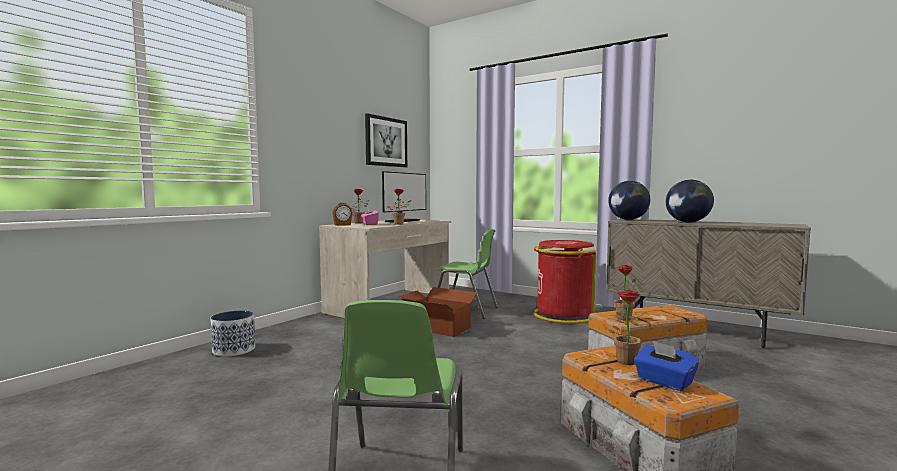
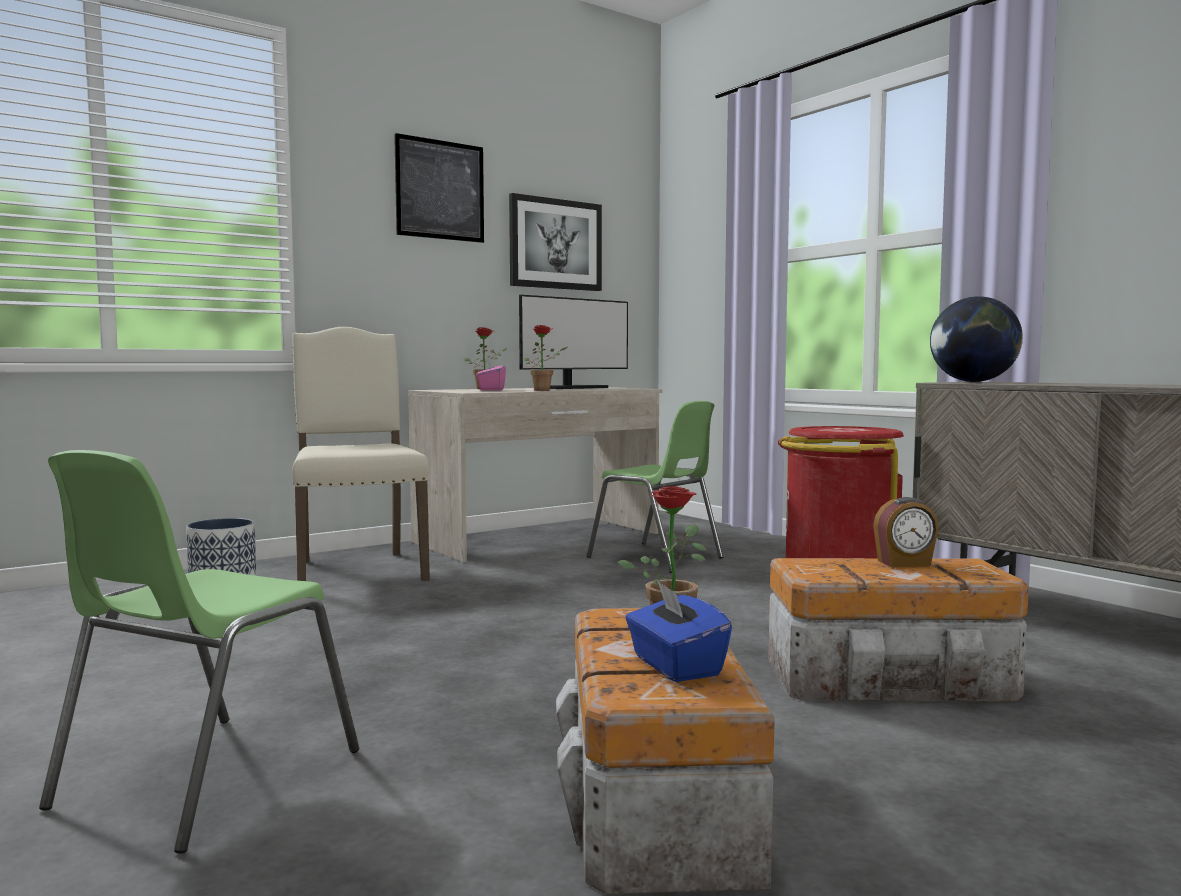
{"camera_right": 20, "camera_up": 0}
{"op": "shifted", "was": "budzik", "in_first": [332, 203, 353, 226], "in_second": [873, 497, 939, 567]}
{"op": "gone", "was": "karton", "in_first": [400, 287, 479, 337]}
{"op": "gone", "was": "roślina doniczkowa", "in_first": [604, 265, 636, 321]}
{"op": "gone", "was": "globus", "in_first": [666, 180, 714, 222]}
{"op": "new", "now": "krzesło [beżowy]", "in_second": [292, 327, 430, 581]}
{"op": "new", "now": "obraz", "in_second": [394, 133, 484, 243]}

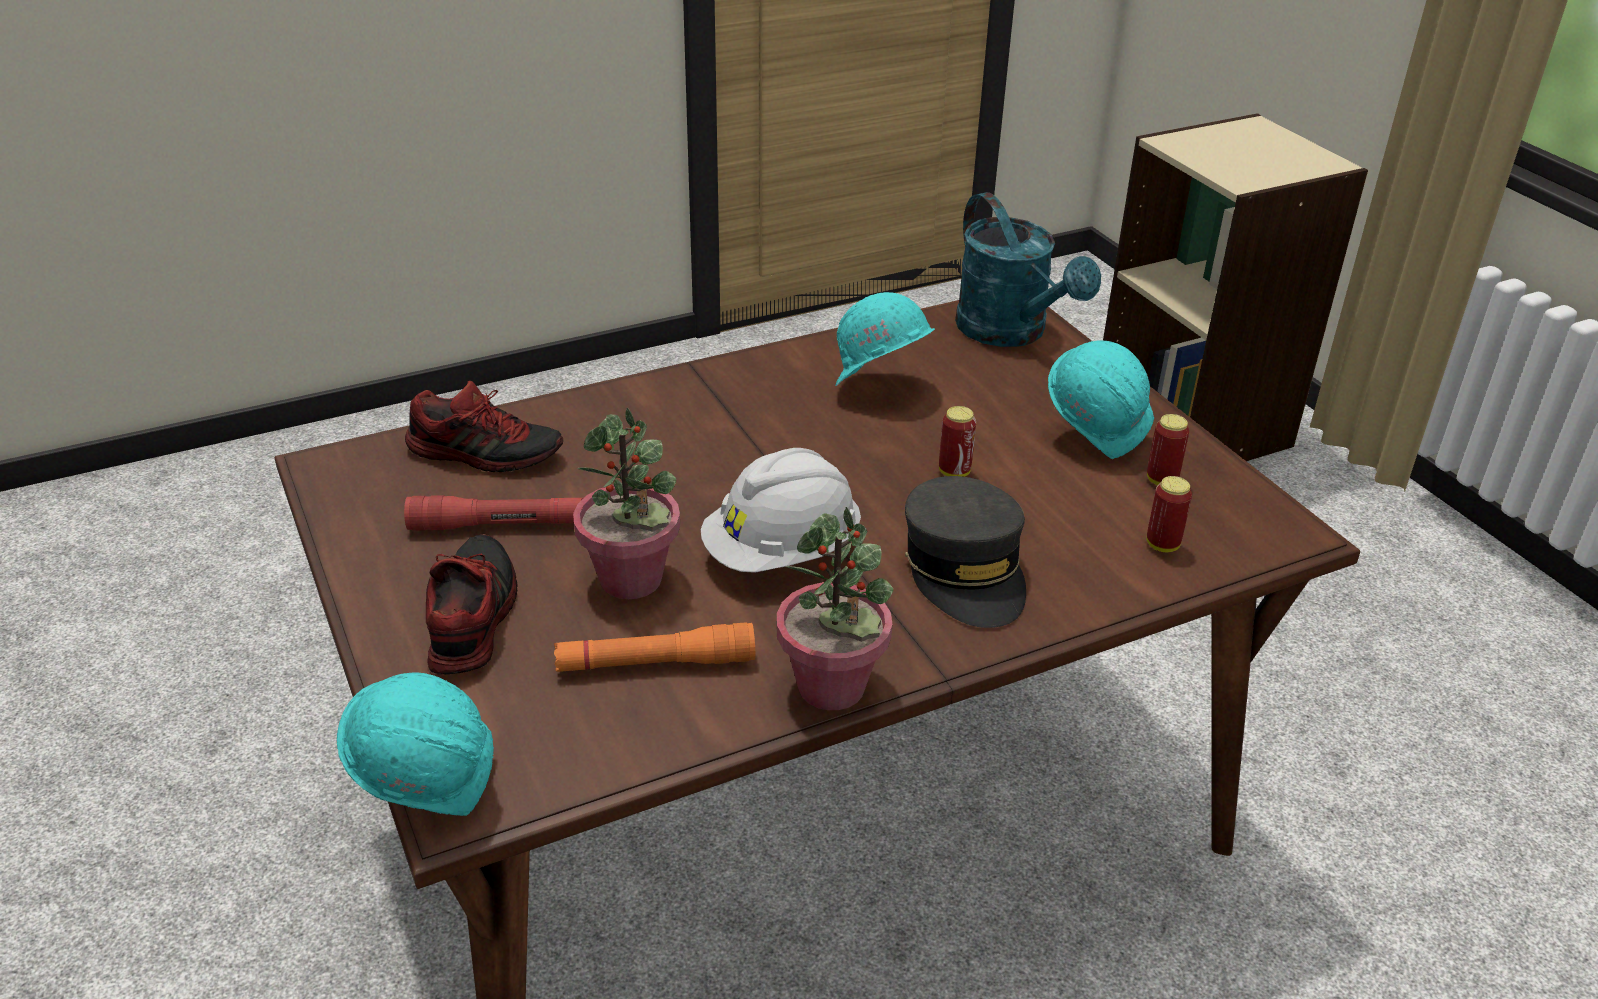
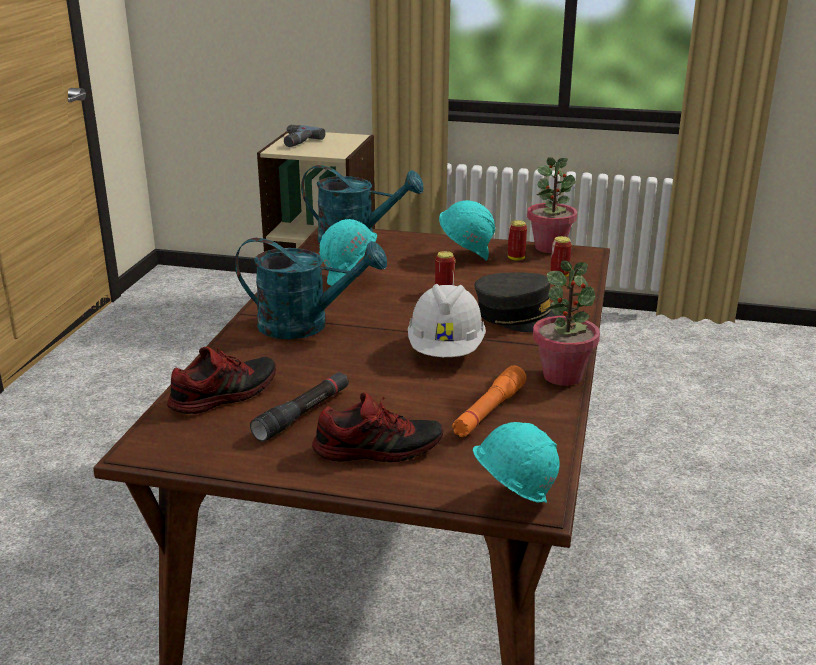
{"camera_right": -50, "camera_up": -10}
{"op": "repainted", "was": "latarka [czerwony]", "now": "latarka [czarny]", "in_first": [404, 495, 583, 531], "in_second": [250, 372, 349, 442]}
{"op": "rotated", "was": "but", "in_first": [426, 534, 518, 674], "in_second": [312, 393, 443, 462], "clockwise": 135}
{"op": "shifted", "was": "roślina doniczkowa", "in_first": [573, 408, 680, 599], "in_second": [527, 157, 577, 253]}
{"op": "new", "now": "konewka [turkusowy]", "in_second": [235, 238, 387, 339]}
{"op": "new", "now": "wiertarka", "in_second": [284, 125, 325, 147]}

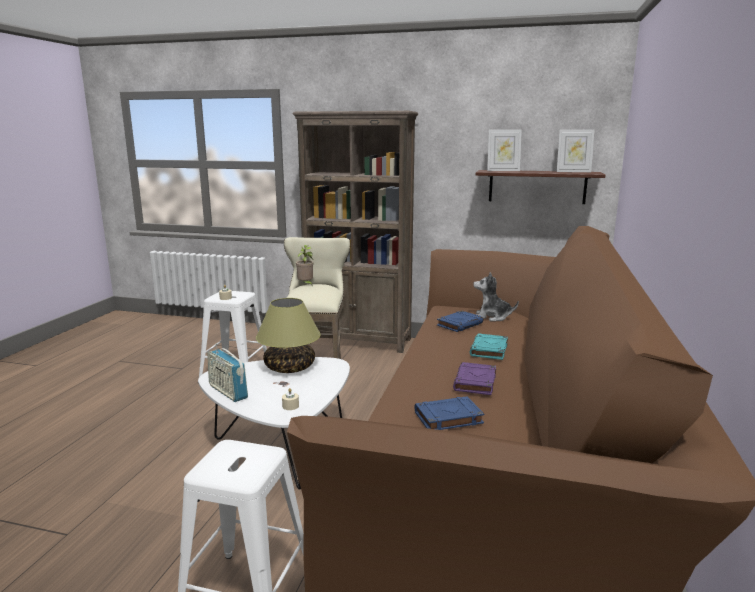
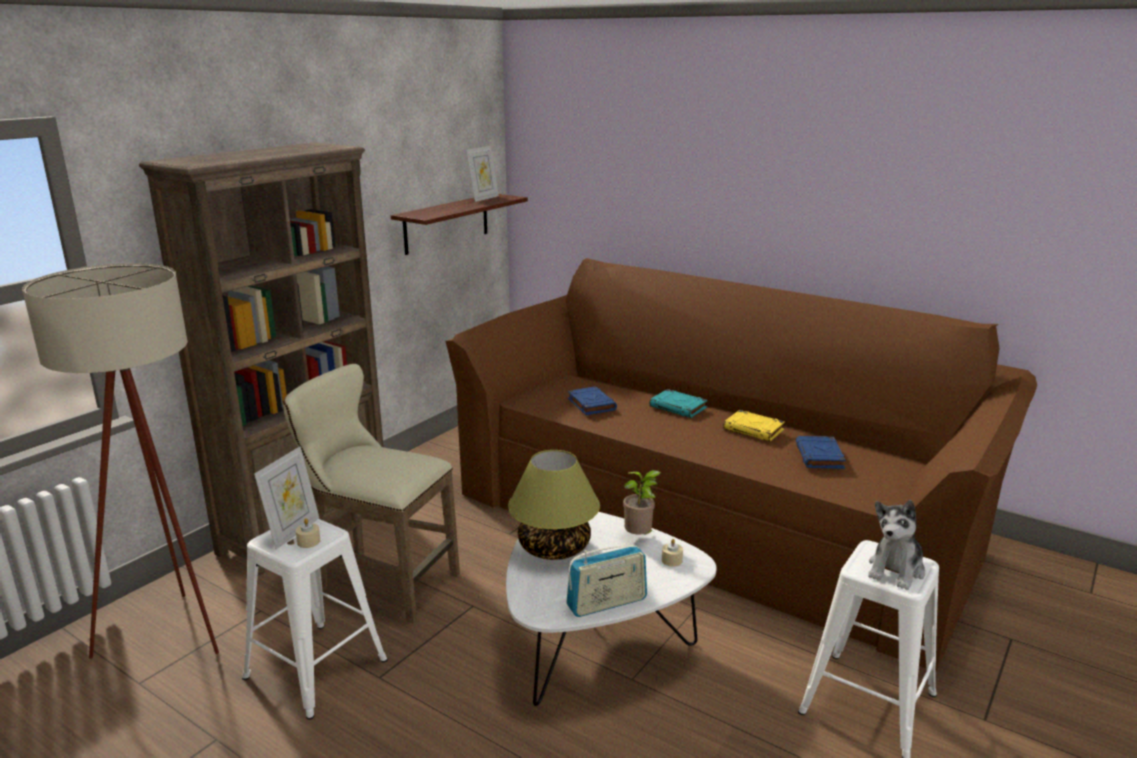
{"camera_right": -70, "camera_up": 5}
{"op": "shifted", "was": "roślina doniczkowa", "in_first": [296, 245, 314, 285], "in_second": [623, 470, 661, 535]}
{"op": "repainted", "was": "książka [fioletowy]", "now": "książka [żółty]", "in_first": [453, 362, 496, 395], "in_second": [723, 410, 785, 441]}
{"op": "shifted", "was": "pluszak", "in_first": [473, 272, 519, 321], "in_second": [868, 500, 925, 590]}
{"op": "shifted", "was": "ramka na zdjęcie", "in_first": [487, 129, 522, 171], "in_second": [254, 446, 319, 549]}
{"op": "new", "now": "lampa stojąca [beżowy]", "in_second": [22, 263, 219, 659]}

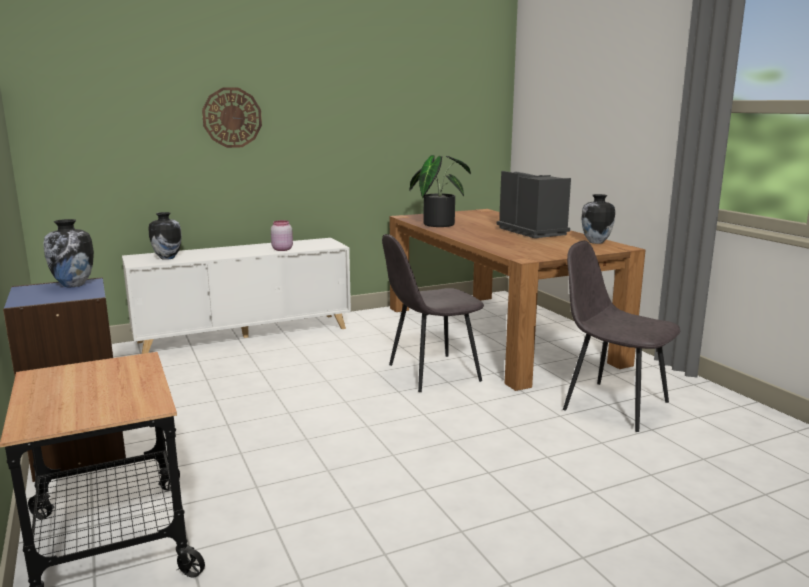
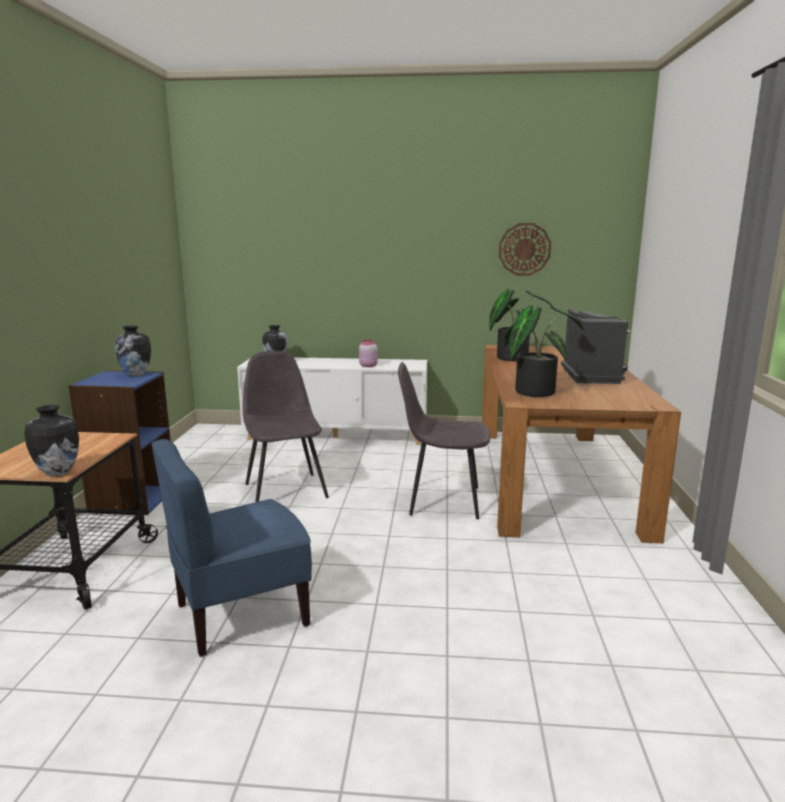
{"camera_right": 30, "camera_up": 0}
{"op": "shifted", "was": "zegar ścienny", "in_first": [202, 87, 262, 148], "in_second": [499, 223, 551, 276]}
{"op": "shifted", "was": "krzesło [szary]", "in_first": [563, 241, 680, 432], "in_second": [243, 351, 329, 502]}
{"op": "shifted", "was": "wazon", "in_first": [581, 194, 615, 244], "in_second": [24, 405, 79, 477]}
{"op": "new", "now": "krzesło [niebieski]", "in_second": [152, 439, 312, 657]}
{"op": "new", "now": "roślina doniczkowa", "in_second": [505, 306, 584, 397]}

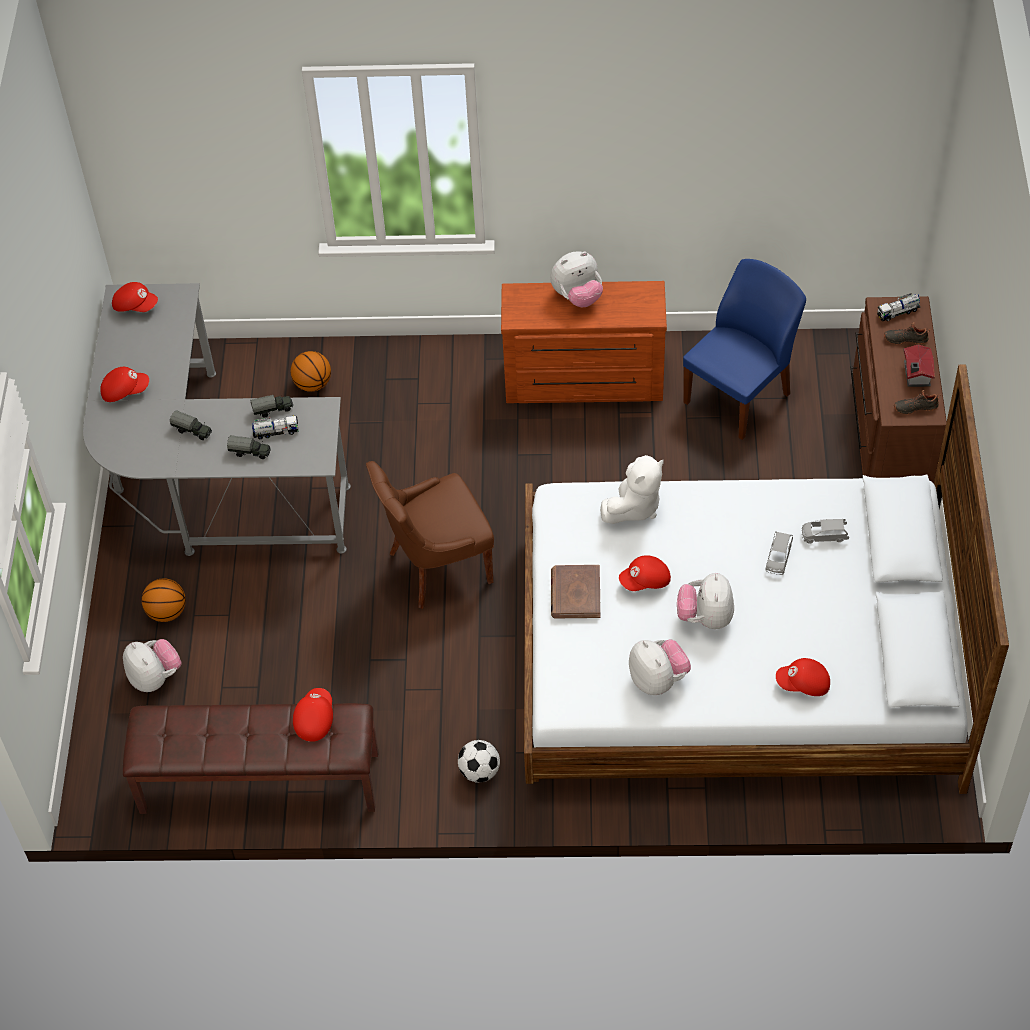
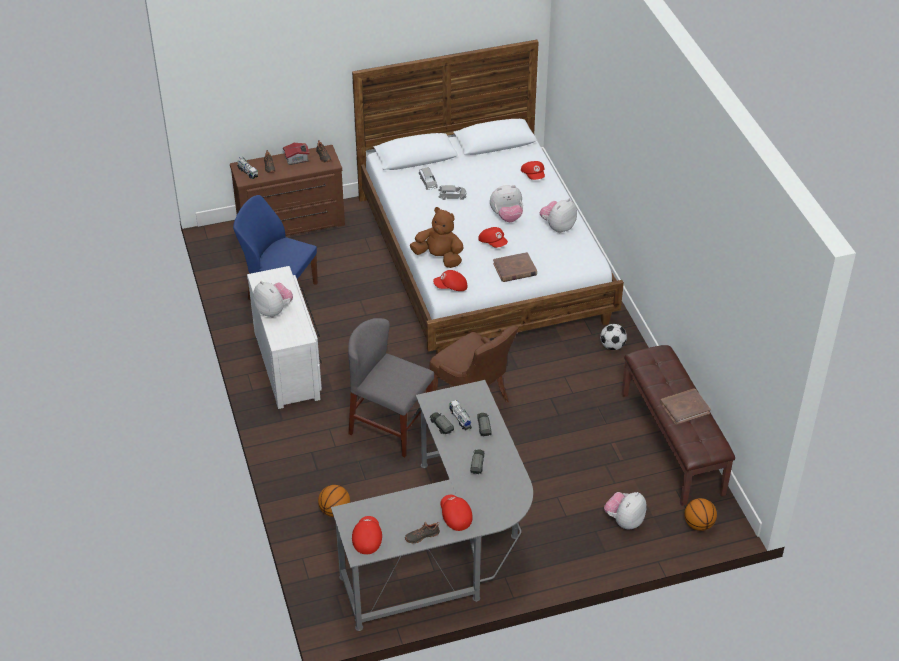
{"camera_right": -110, "camera_up": -10}
{"op": "shifted", "was": "piłka do koszykówki", "in_first": [142, 578, 186, 622], "in_second": [684, 498, 717, 531]}
{"op": "shifted", "was": "czapka z daszkiem [czerwony]", "in_first": [293, 688, 333, 742], "in_second": [433, 270, 467, 291]}
{"op": "repainted", "was": "komoda [brązowy]", "now": "komoda [biały]", "in_first": [501, 281, 667, 403], "in_second": [247, 266, 322, 409]}
{"op": "repainted", "was": "pluszak [biały]", "now": "pluszak [brązowy]", "in_first": [600, 455, 664, 524], "in_second": [410, 207, 464, 268]}
{"op": "new", "now": "krzesło [szary]", "in_second": [348, 318, 434, 457]}
{"op": "new", "now": "but [czarny]", "in_second": [405, 521, 440, 544]}
{"op": "new", "now": "książka [brązowy]", "in_second": [660, 388, 711, 425]}

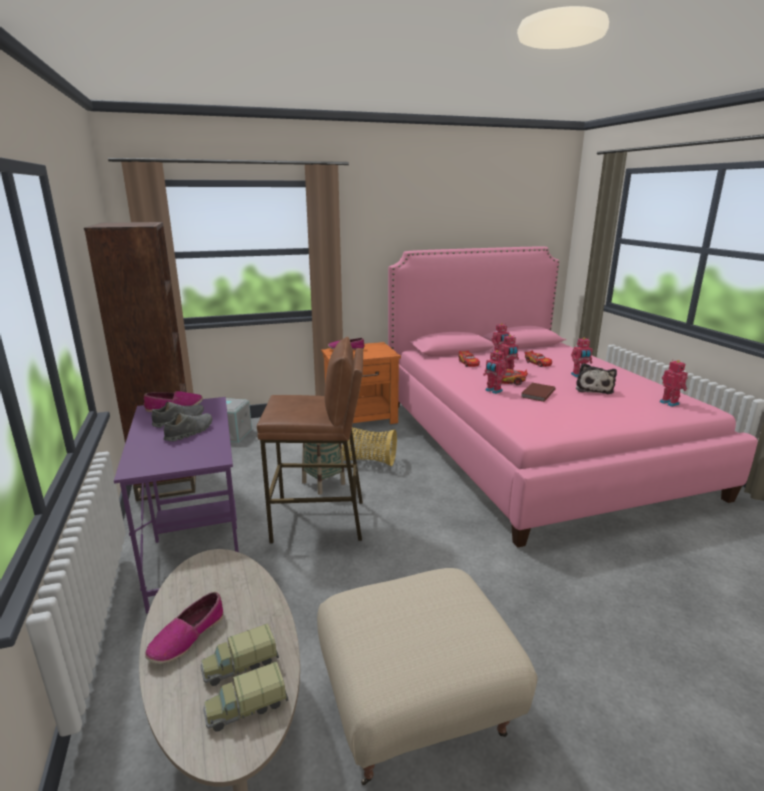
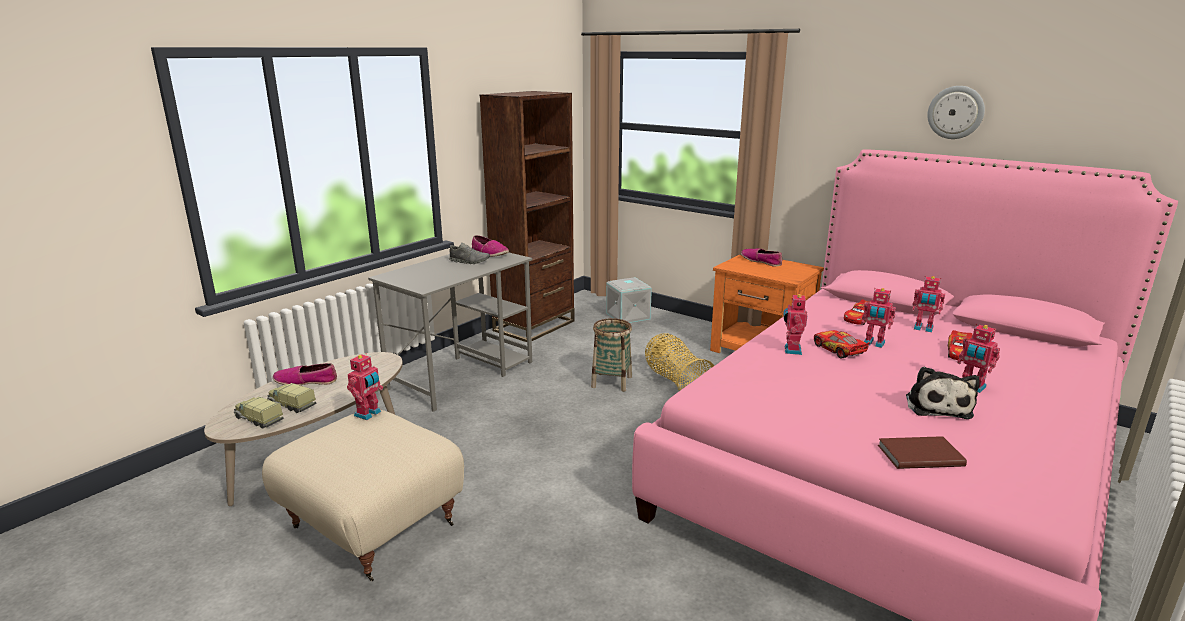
{"camera_right": 55, "camera_up": 0}
{"op": "repainted", "was": "biurko [fioletowy]", "now": "biurko [szary]", "in_first": [114, 397, 239, 614], "in_second": [368, 252, 532, 412]}
{"op": "gone", "was": "but [szary]", "in_first": [164, 413, 212, 441]}
{"op": "gone", "was": "stołek [brązowy]", "in_first": [257, 337, 363, 543]}
{"op": "shifted", "was": "książka [brązowy]", "in_first": [521, 383, 556, 402], "in_second": [878, 436, 967, 469]}
{"op": "rotated", "was": "pluszak", "in_first": [576, 363, 617, 394], "in_second": [906, 367, 980, 419], "clockwise": -60}
{"op": "shifted", "was": "robot zabawkowy", "in_first": [660, 360, 688, 407], "in_second": [347, 353, 383, 420]}
{"op": "new", "now": "zegar ścienny", "in_second": [927, 86, 985, 139]}

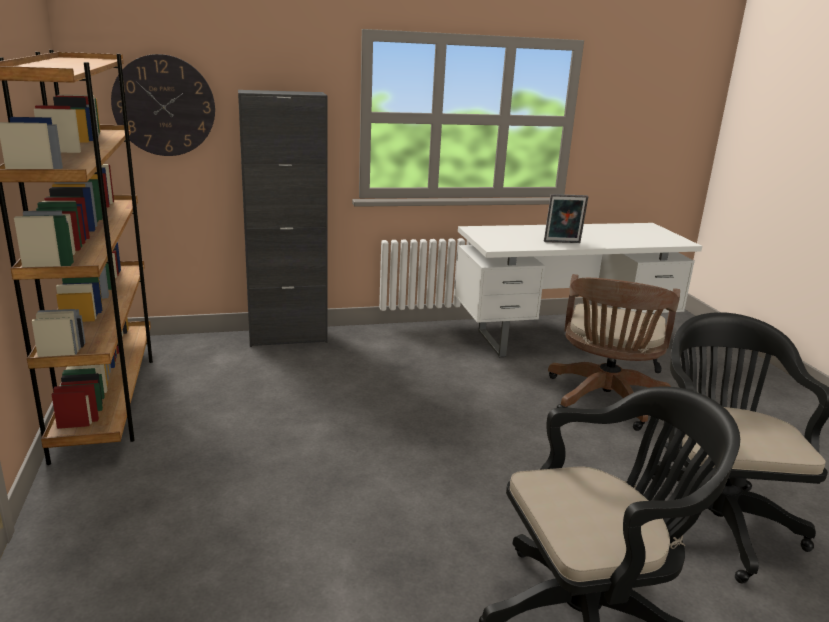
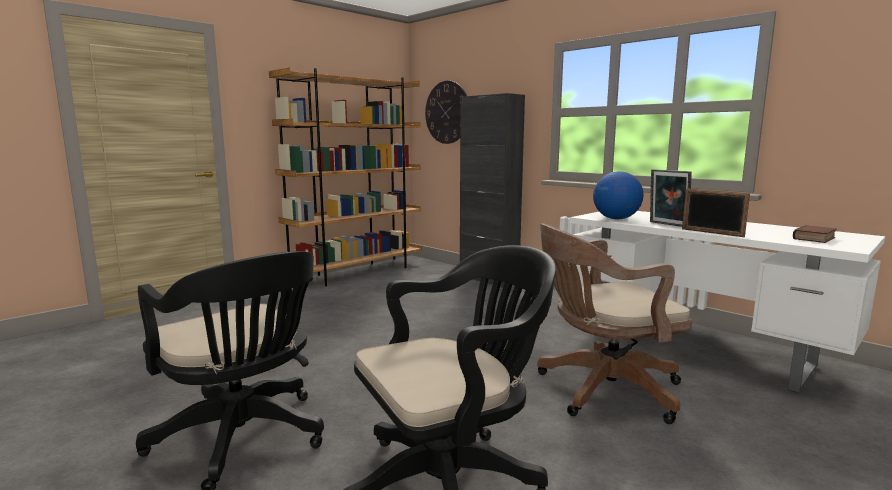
{"camera_right": 60, "camera_up": -10}
{"op": "new", "now": "globus", "in_second": [593, 171, 643, 219]}
{"op": "new", "now": "ramka na zdjęcie", "in_second": [682, 188, 750, 237]}
{"op": "new", "now": "książka", "in_second": [793, 225, 837, 243]}

